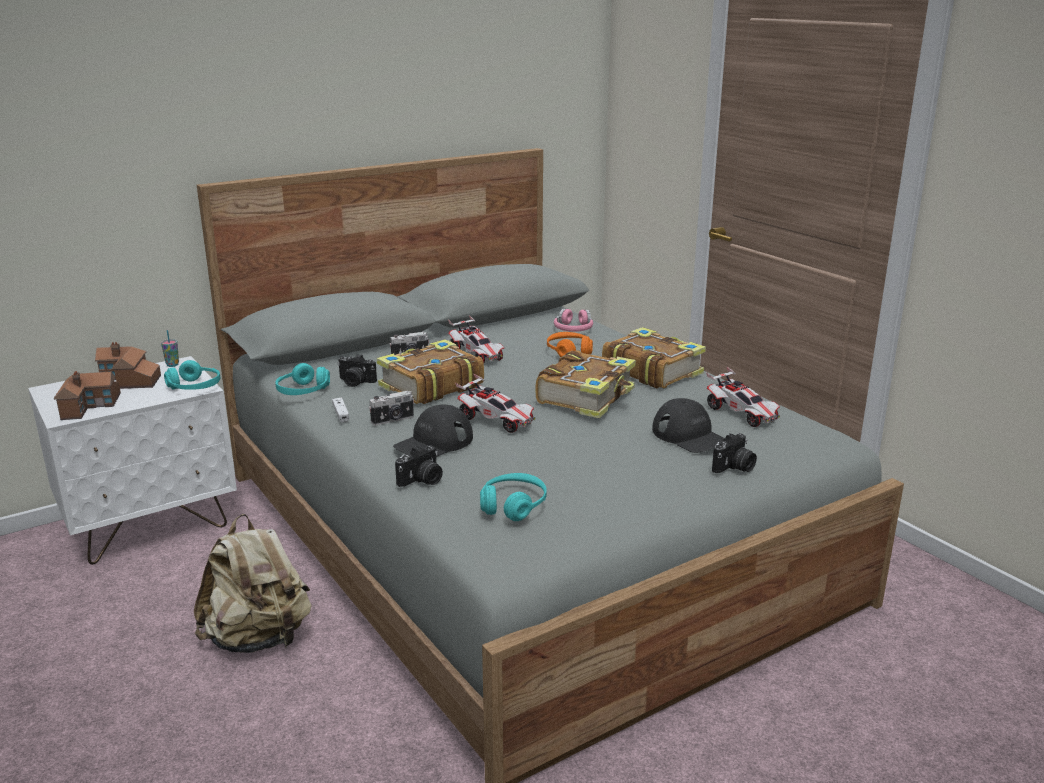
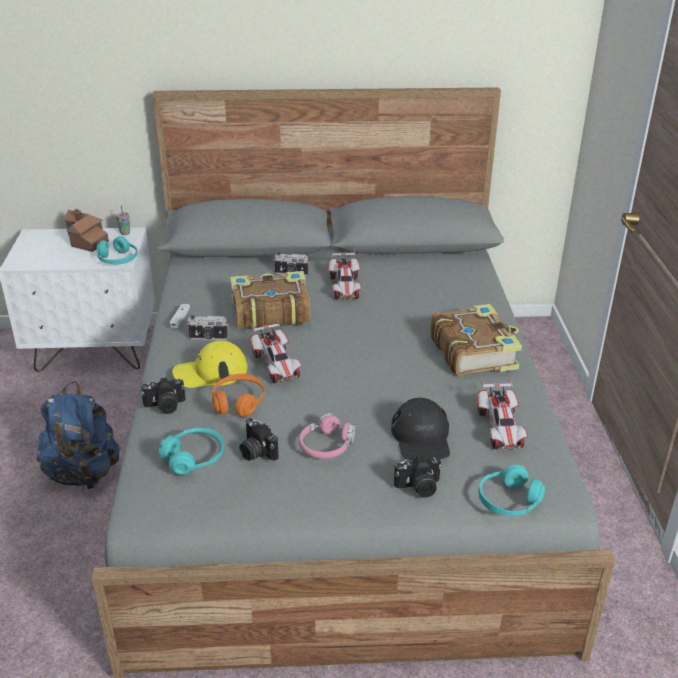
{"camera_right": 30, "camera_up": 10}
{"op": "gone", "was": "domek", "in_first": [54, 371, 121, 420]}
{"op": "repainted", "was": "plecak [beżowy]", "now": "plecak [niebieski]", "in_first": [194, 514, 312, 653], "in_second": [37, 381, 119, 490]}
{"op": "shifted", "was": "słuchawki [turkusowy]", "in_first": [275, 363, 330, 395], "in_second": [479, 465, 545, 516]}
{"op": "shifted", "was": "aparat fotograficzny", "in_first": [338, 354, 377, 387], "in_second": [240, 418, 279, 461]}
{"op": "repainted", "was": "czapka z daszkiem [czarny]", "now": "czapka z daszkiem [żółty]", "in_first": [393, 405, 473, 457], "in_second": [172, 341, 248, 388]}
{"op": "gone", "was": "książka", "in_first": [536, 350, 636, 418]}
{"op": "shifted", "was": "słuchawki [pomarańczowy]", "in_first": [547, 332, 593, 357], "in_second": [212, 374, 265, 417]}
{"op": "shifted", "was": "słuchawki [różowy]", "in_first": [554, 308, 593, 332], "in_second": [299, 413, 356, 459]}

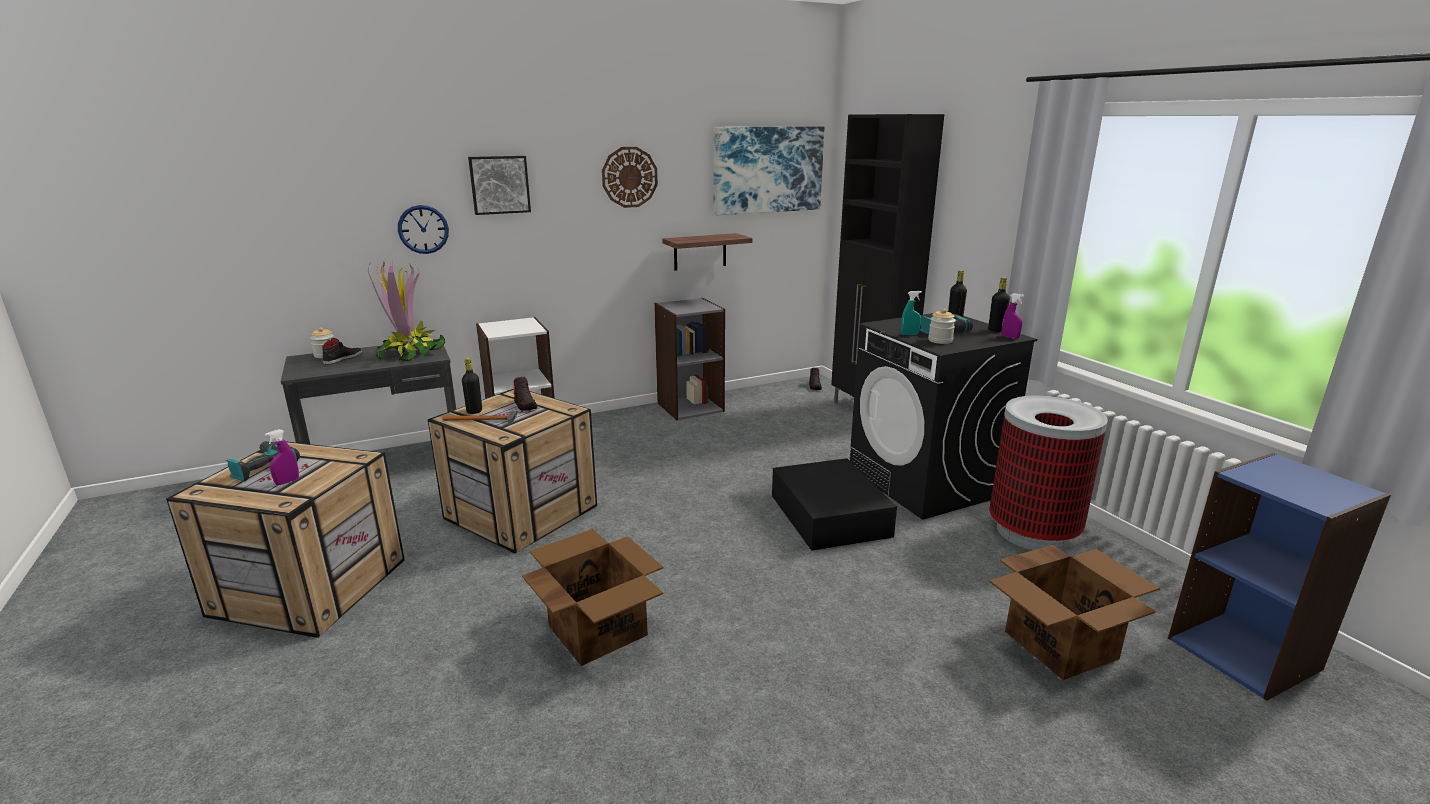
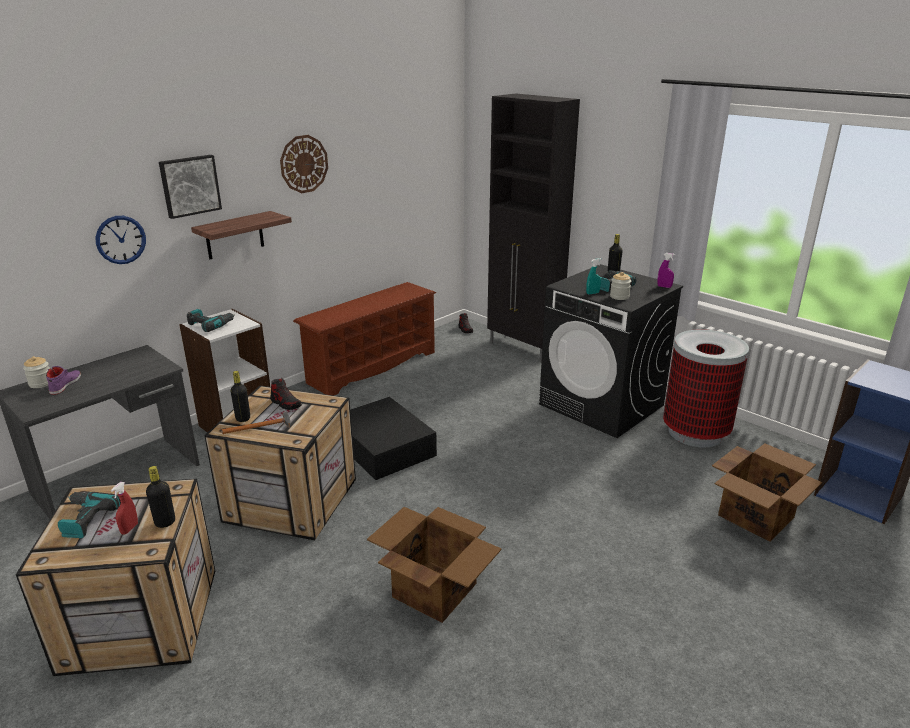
{"camera_right": -20, "camera_up": 5}
{"op": "repainted", "was": "spryskiwacz [fioletowy]", "now": "spryskiwacz [czerwony]", "in_first": [265, 429, 299, 485], "in_second": [111, 482, 138, 535]}
{"op": "repainted", "was": "but [czarny]", "now": "but [fioletowy]", "in_first": [322, 338, 362, 364], "in_second": [46, 366, 81, 395]}
{"op": "gone", "was": "roślina doniczkowa", "in_first": [368, 260, 445, 361]}
{"op": "swapped", "was": "regał [szary]", "now": "regał na buty [brązowy]", "in_first": [654, 298, 725, 420], "in_second": [293, 282, 436, 396]}
{"op": "shifted", "was": "półka", "in_first": [662, 233, 752, 271], "in_second": [191, 211, 292, 259]}
{"op": "gone", "was": "obraz", "in_first": [714, 126, 824, 215]}
{"op": "shifted", "was": "pojemnik do przechowywania [czarny]", "in_first": [772, 458, 897, 551], "in_second": [350, 397, 437, 480]}
{"op": "shifted", "was": "butelka [czarny]", "in_first": [988, 277, 1010, 332], "in_second": [146, 466, 175, 528]}
{"op": "new", "now": "wiertarka", "in_second": [187, 309, 235, 332]}

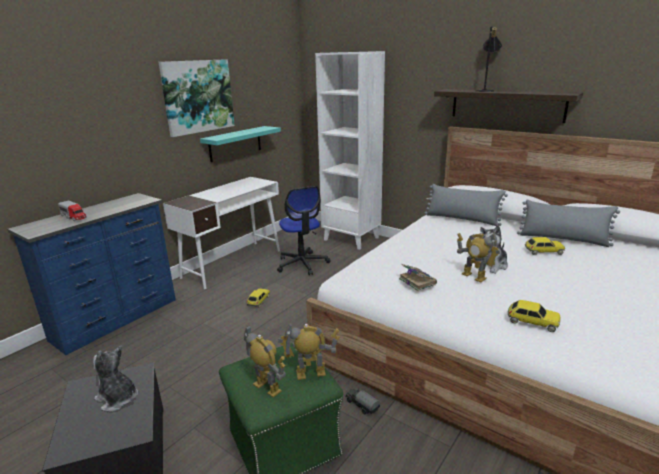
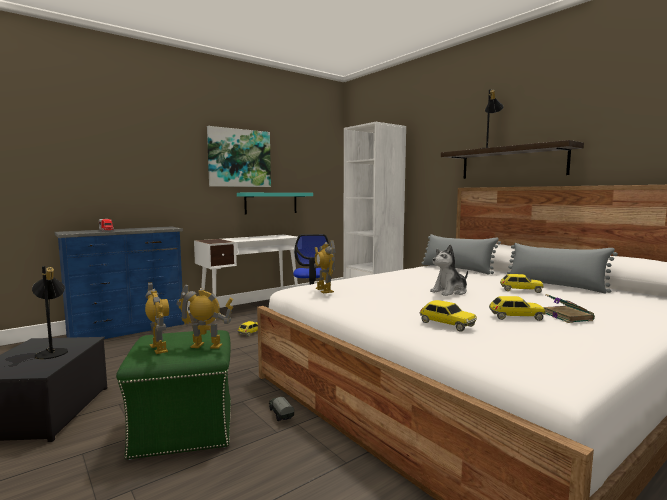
{"camera_right": 15, "camera_up": -15}
{"op": "swapped", "was": "pluszak", "now": "lampa stołowa [czarny]", "in_first": [93, 346, 138, 412], "in_second": [32, 266, 68, 359]}
{"op": "shifted", "was": "książka", "in_first": [399, 264, 437, 291], "in_second": [544, 294, 595, 323]}
{"op": "shifted", "was": "robot zabawkowy", "in_first": [457, 232, 500, 283], "in_second": [314, 240, 335, 294]}
{"op": "new", "now": "samochodzik", "in_second": [489, 296, 545, 321]}

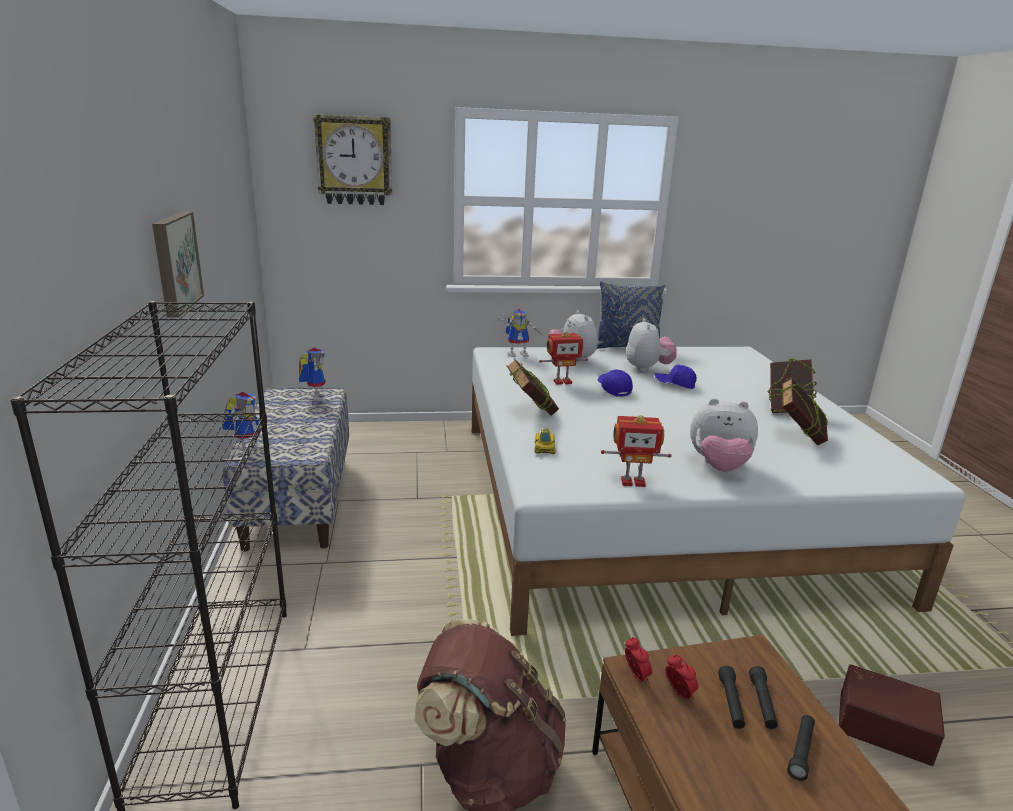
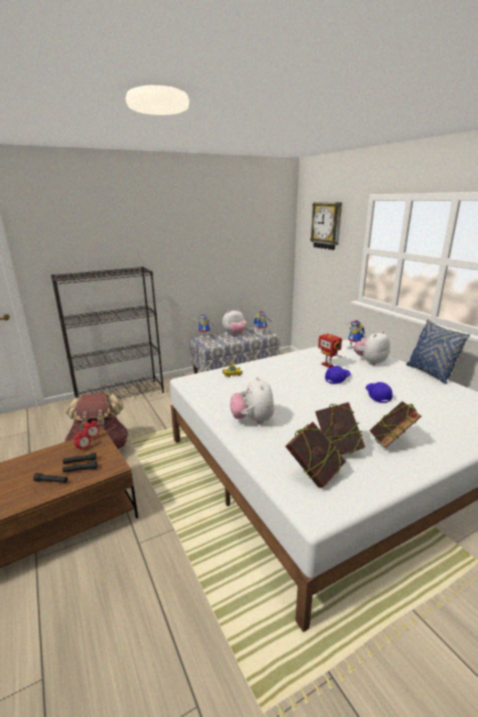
{"camera_right": 70, "camera_up": 0}
{"op": "gone", "was": "obraz", "in_first": [152, 212, 204, 318]}
{"op": "shifted", "was": "książka", "in_first": [507, 359, 559, 415], "in_second": [285, 422, 346, 488]}
{"op": "gone", "was": "robot zabawkowy", "in_first": [601, 415, 672, 487]}
{"op": "shifted", "was": "pluszak", "in_first": [626, 318, 677, 372], "in_second": [222, 309, 246, 334]}
{"op": "gone", "was": "pojemnik do przechowywania [brązowy]", "in_first": [839, 664, 945, 766]}

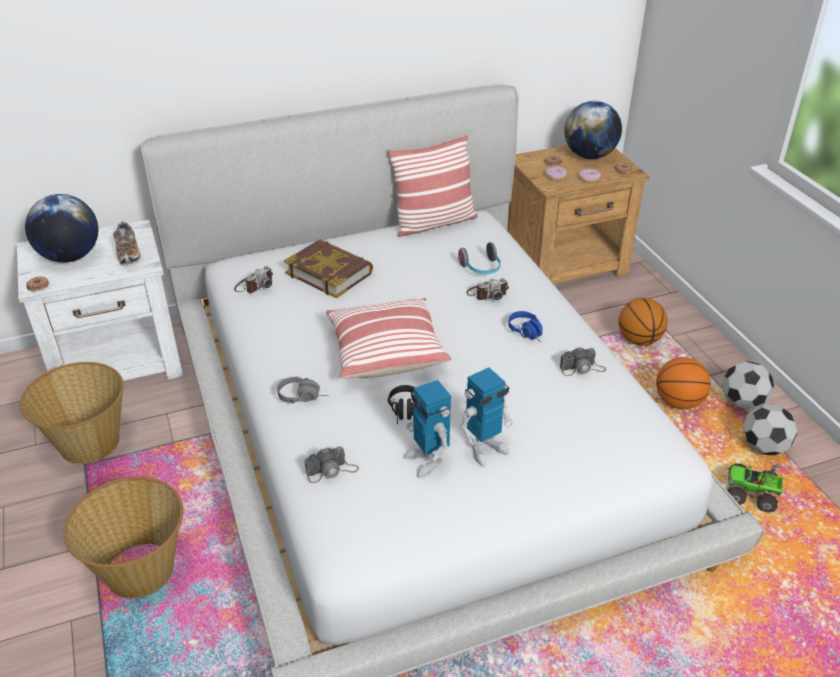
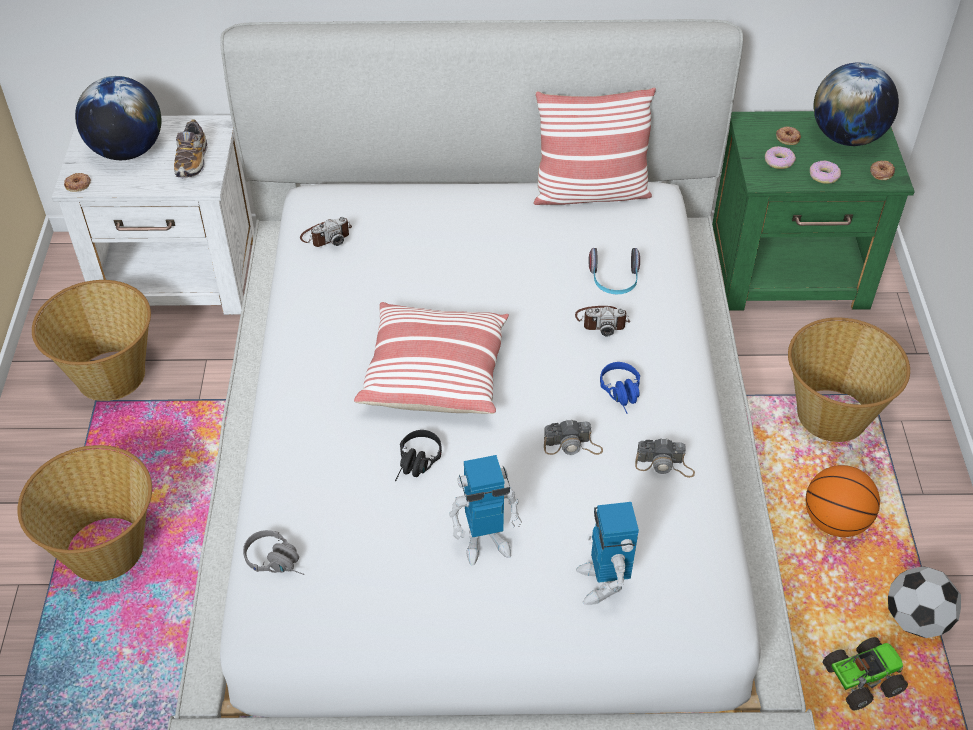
{"camera_right": 20, "camera_up": 10}
{"op": "shifted", "was": "słuchawki [szary]", "in_first": [277, 376, 329, 403], "in_second": [243, 530, 304, 575]}
{"op": "gone", "was": "książka", "in_first": [284, 239, 373, 298]}
{"op": "shifted", "was": "aparat fotograficzny", "in_first": [305, 446, 359, 483], "in_second": [544, 419, 603, 455]}
{"op": "shifted", "was": "robot zabawkowy", "in_first": [403, 380, 451, 478], "in_second": [576, 502, 639, 605]}
{"op": "repainted", "was": "szafka nocna [brązowy]", "now": "szafka nocna [zielony]", "in_first": [507, 145, 649, 284], "in_second": [712, 111, 915, 311]}
{"op": "swapped", "was": "piłka do koszykówki", "now": "koszyk", "in_first": [618, 298, 668, 346], "in_second": [788, 318, 910, 442]}
{"op": "gone", "was": "piłka futbolowa", "in_first": [722, 361, 774, 409]}
{"op": "rotated", "was": "ciężarówka zabawkowa", "in_first": [727, 463, 783, 513], "in_second": [823, 637, 908, 711], "clockwise": 120}

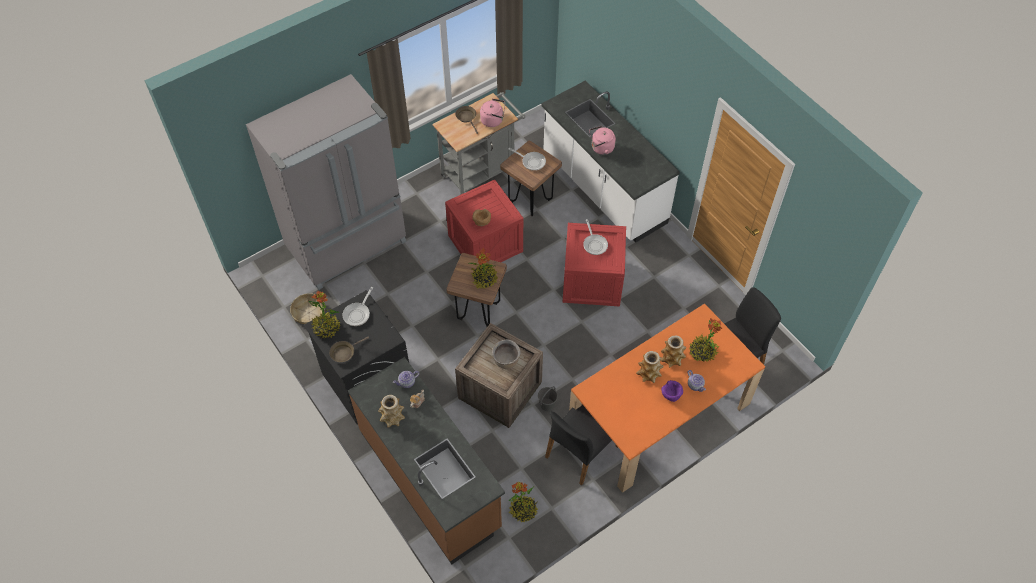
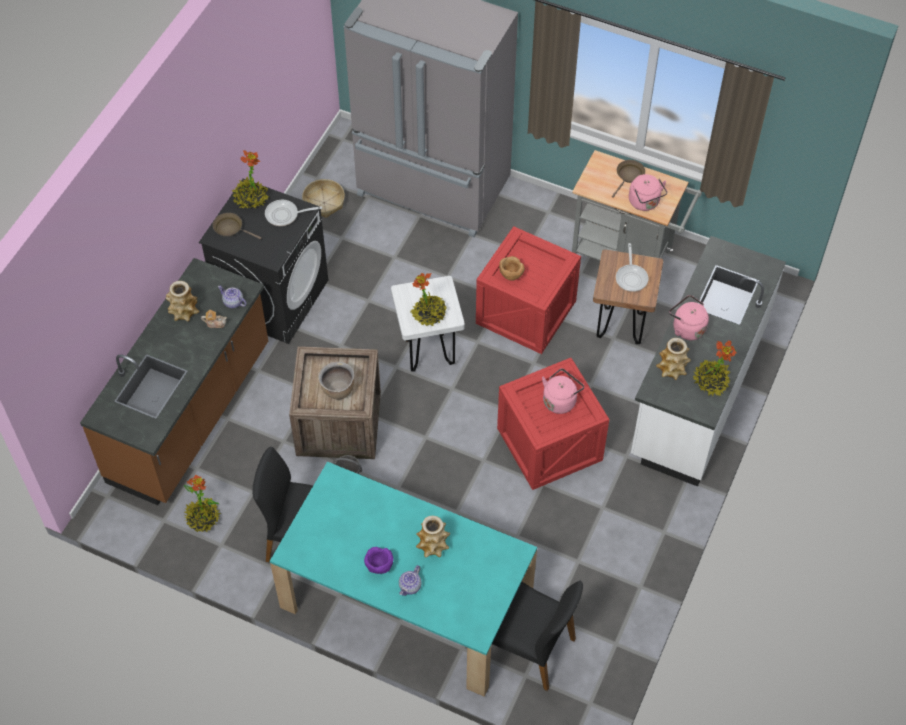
{"camera_right": 60, "camera_up": 0}
{"op": "repainted", "was": "stołek [brązowy]", "now": "stołek [biały]", "in_first": [446, 253, 507, 327], "in_second": [391, 276, 465, 372]}
{"op": "repainted", "was": "stół jadalny [pomarańczowy]", "now": "stół jadalny [turkusowy]", "in_first": [569, 303, 765, 493], "in_second": [270, 462, 537, 697]}
{"op": "swapped", "was": "patelnia", "now": "czajnik [różowy]", "in_first": [583, 219, 608, 255], "in_second": [542, 368, 584, 414]}
{"op": "shifted", "was": "wazon", "in_first": [636, 351, 664, 383], "in_second": [656, 338, 691, 380]}
{"op": "shifted", "was": "roślina doniczkowa", "in_first": [690, 319, 722, 362], "in_second": [693, 340, 736, 396]}

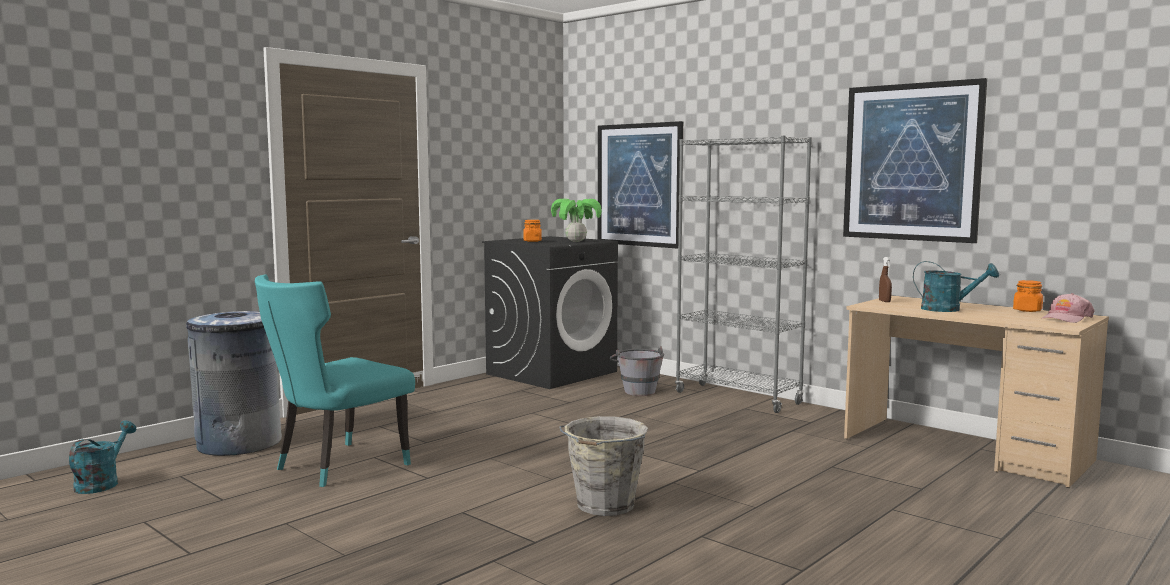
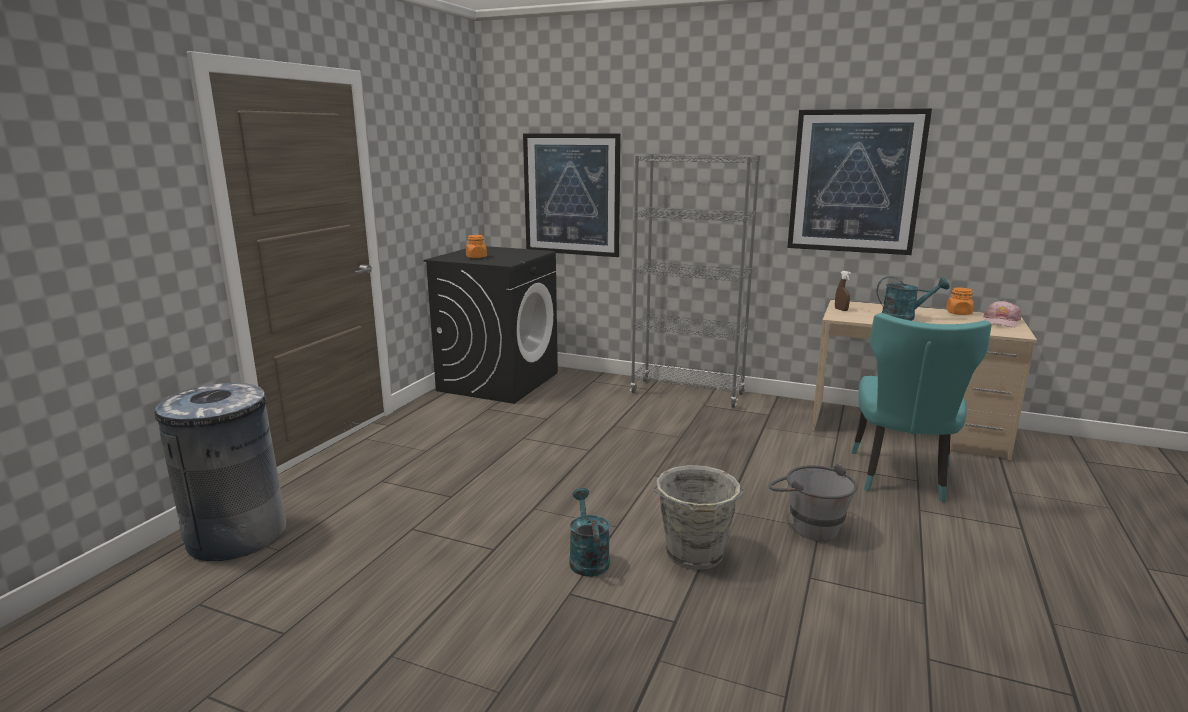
{"camera_right": -20, "camera_up": 10}
{"op": "shifted", "was": "konewka [turkusowy]", "in_first": [69, 421, 136, 494], "in_second": [569, 488, 610, 577]}
{"op": "shifted", "was": "krzesło [turkusowy]", "in_first": [255, 274, 415, 487], "in_second": [852, 313, 992, 502]}
{"op": "gone", "was": "roślina doniczkowa", "in_first": [551, 198, 602, 242]}
{"op": "shifted", "was": "wiadro [szary]", "in_first": [610, 346, 664, 396], "in_second": [769, 463, 857, 541]}

